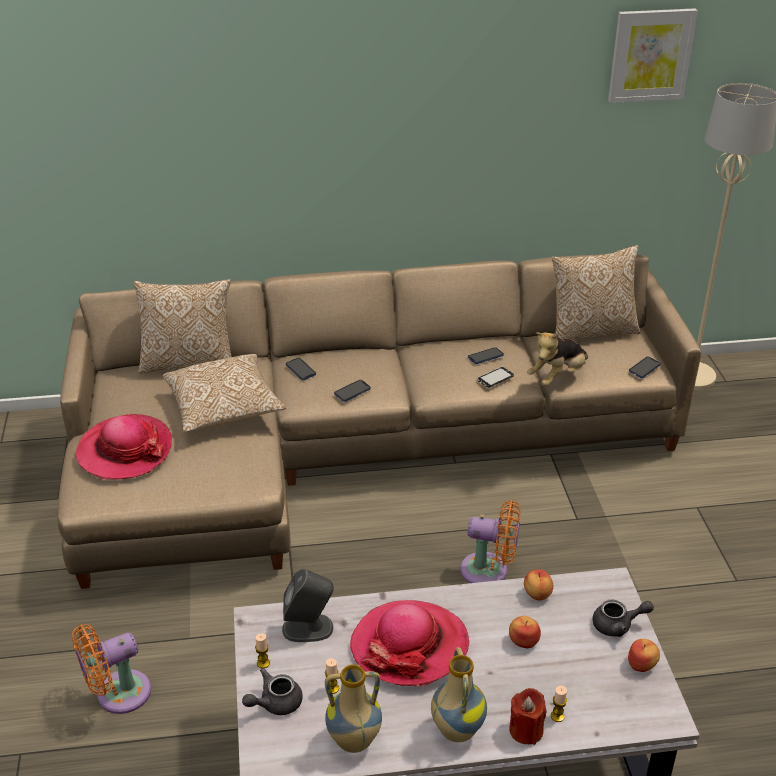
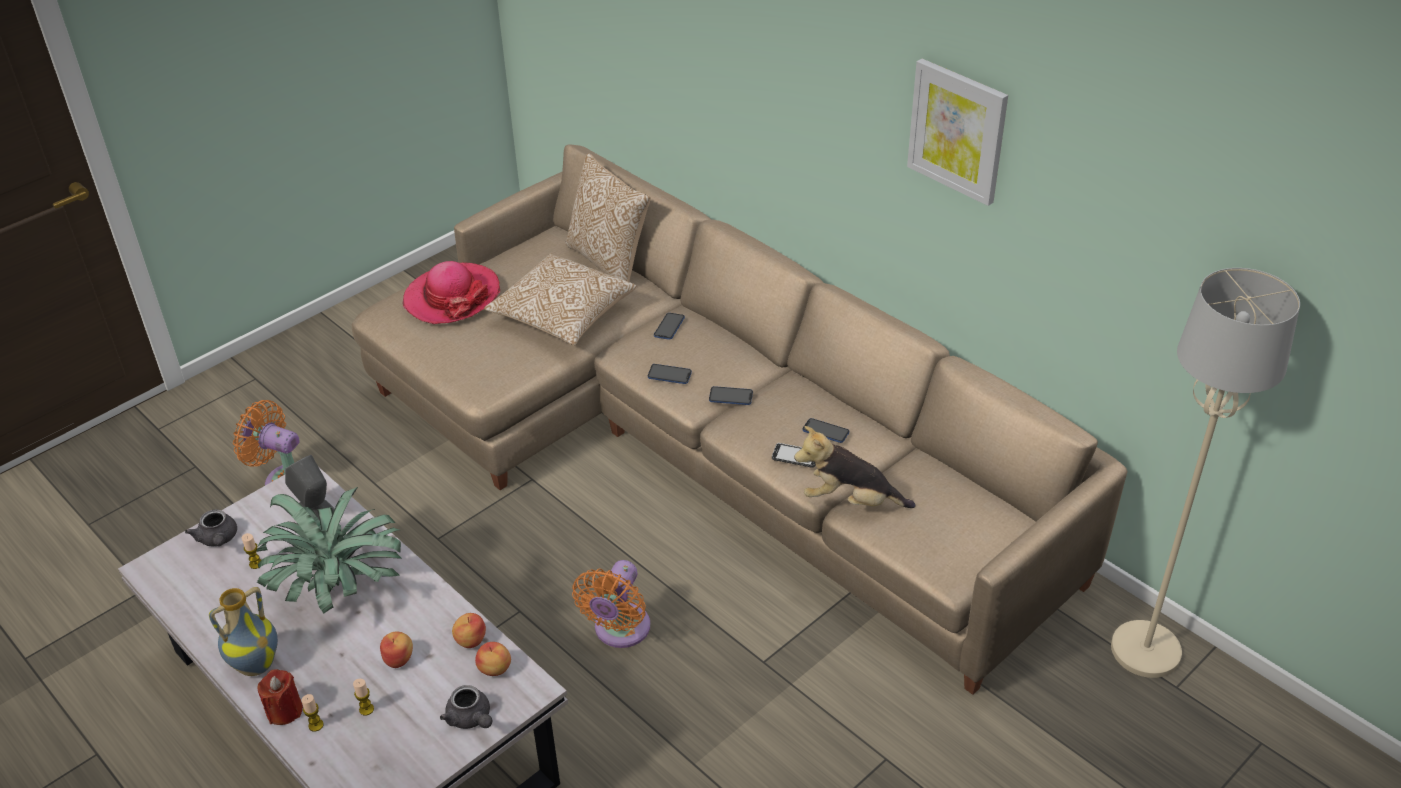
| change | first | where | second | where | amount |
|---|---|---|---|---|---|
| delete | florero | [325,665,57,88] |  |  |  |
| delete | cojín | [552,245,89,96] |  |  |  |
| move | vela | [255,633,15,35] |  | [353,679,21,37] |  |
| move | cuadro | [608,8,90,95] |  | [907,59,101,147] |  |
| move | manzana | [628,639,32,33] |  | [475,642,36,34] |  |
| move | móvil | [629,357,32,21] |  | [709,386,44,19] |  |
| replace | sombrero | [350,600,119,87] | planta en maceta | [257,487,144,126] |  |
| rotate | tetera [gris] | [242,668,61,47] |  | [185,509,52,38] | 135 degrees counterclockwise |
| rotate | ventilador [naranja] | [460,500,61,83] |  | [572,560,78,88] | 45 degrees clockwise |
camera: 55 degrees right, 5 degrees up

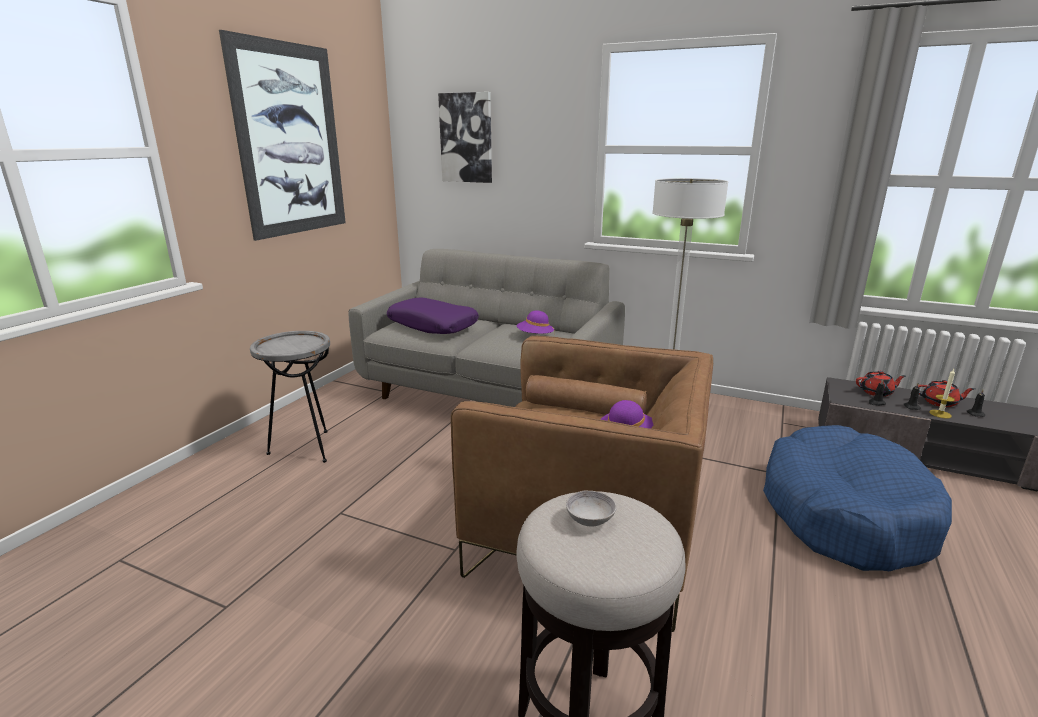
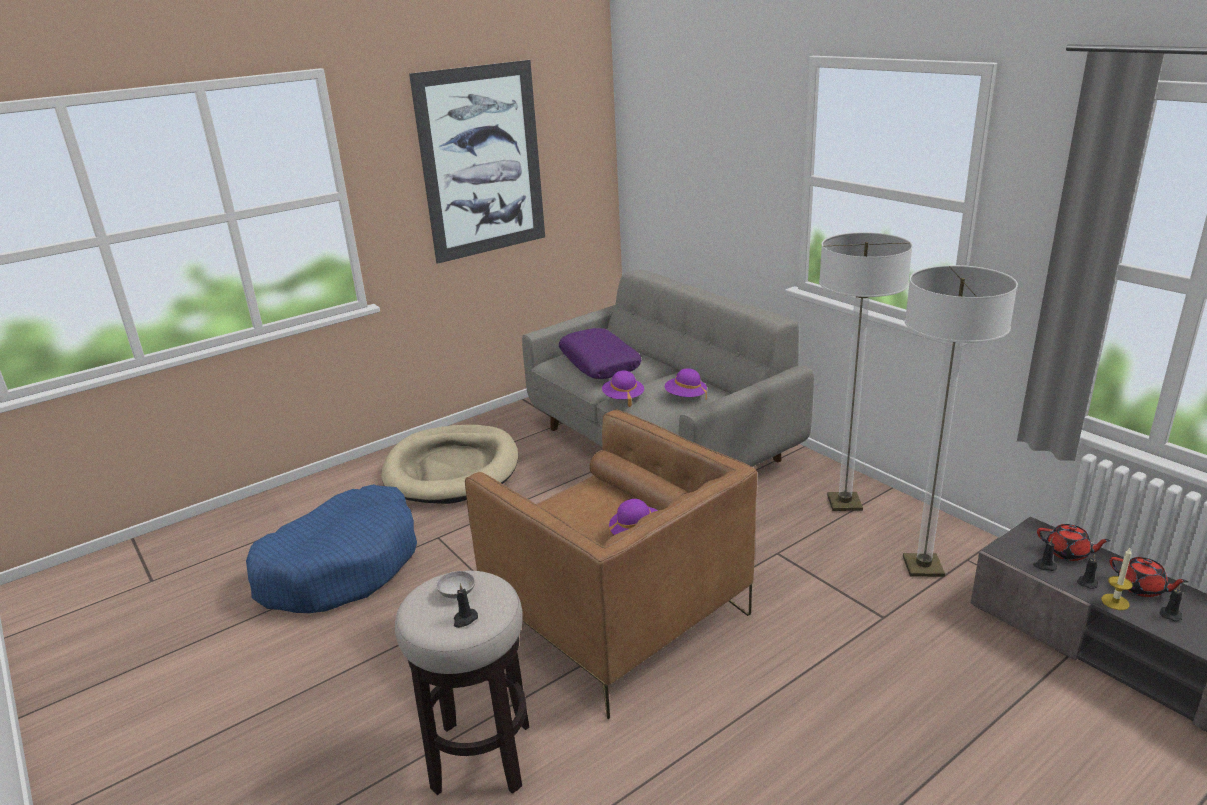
| change | first | where | second | where | amount |
|---|---|---|---|---|---|
| delete | cuadro | [438,92,54,91] |  |  |  |
| insert |  |  | vela [negro] | [454,584,24,44] |  |
| insert |  |  | sombrero [morado] | [602,370,42,37] |  |
| insert |  |  | lámpara de pie | [903,265,115,312] |  |
| move | cama para perro [azul] | [763,425,189,146] |  | [246,484,171,129] |  |
| replace | mesa auxiliar [gris] | [250,331,80,132] | cama para perro [beis] | [381,425,137,79] |  |
camera: 30 degrees right, 5 degrees up

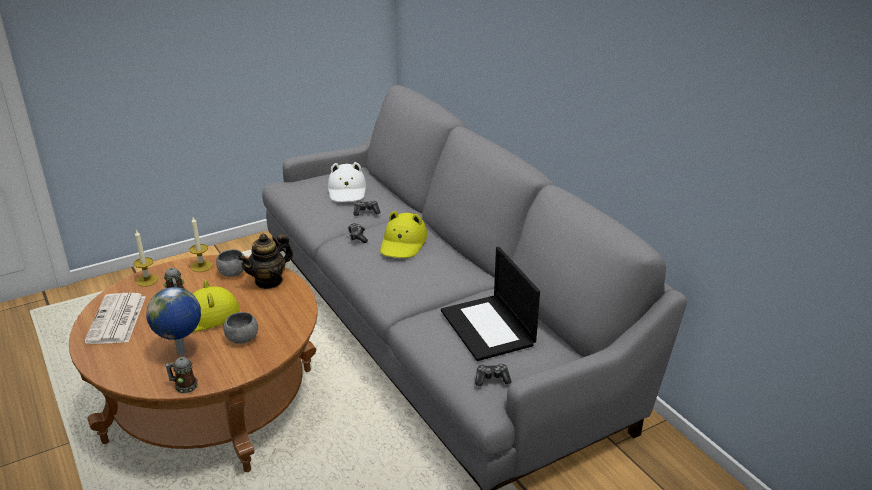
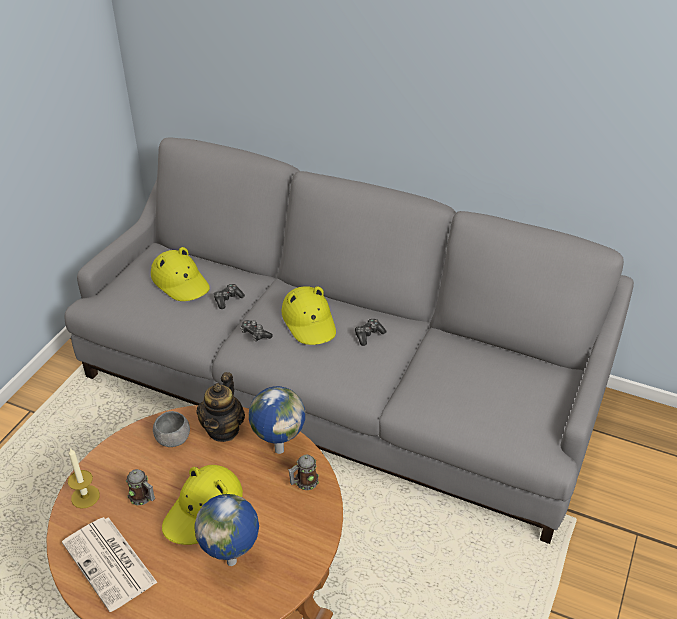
| change | first | where | second | where | amount |
|---|---|---|---|---|---|
| delete | vela | [189,217,23,55] |  |  |  |
| delete | cuenco [gris] | [223,312,35,32] |  |  |  |
| delete | portátil | [441,247,99,114] |  |  |  |
| insert |  |  | globo terráqueo | [249,386,56,68] |  |
| move | taza grande | [165,357,33,36] |  | [288,455,31,35] |  |
| move | mando de consola | [475,363,36,23] |  | [355,319,31,27] |  |
| recolor | sombrero [blanco] | [328,162,38,40] | sombrero [amarillo] | [151,247,59,54] |  |
camera: 35 degrees left, 10 degrees up

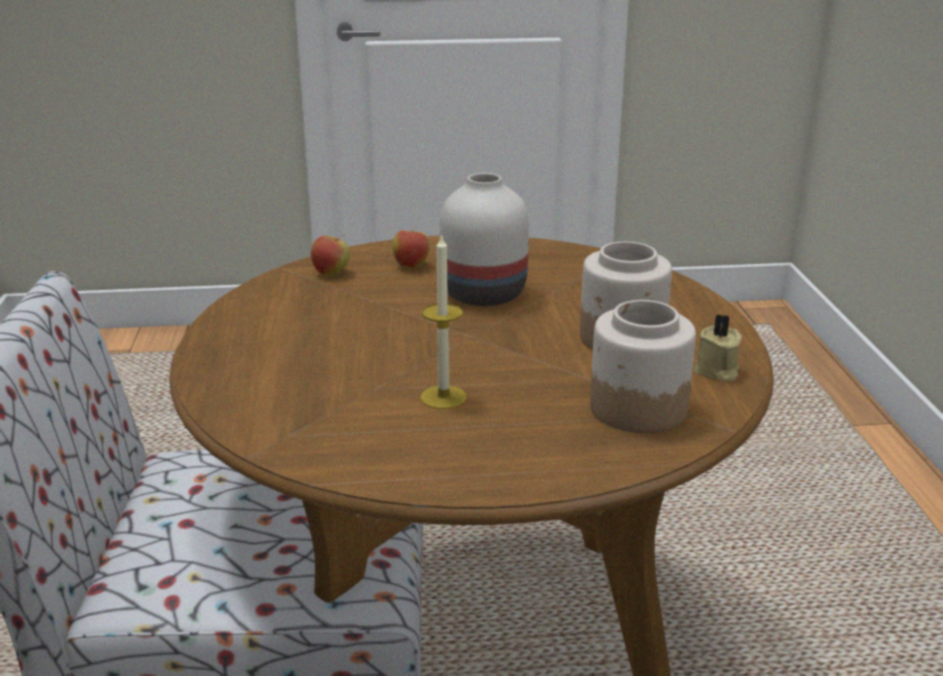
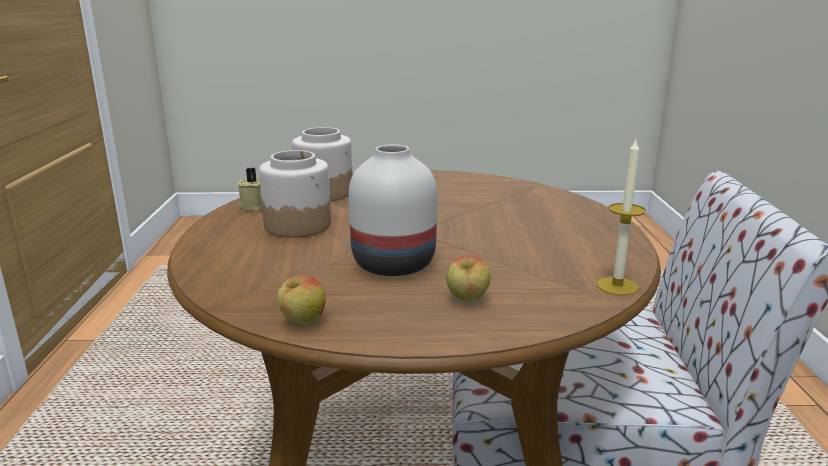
| change | first | where | second | where | amount |
|---|---|---|---|---|---|
| move | manzana | [311,234,39,42] |  | [277,275,49,49] |  |
| move | vela | [421,233,46,176] |  | [596,140,50,155] |  |
camera: 175 degrees left, 5 degrees down

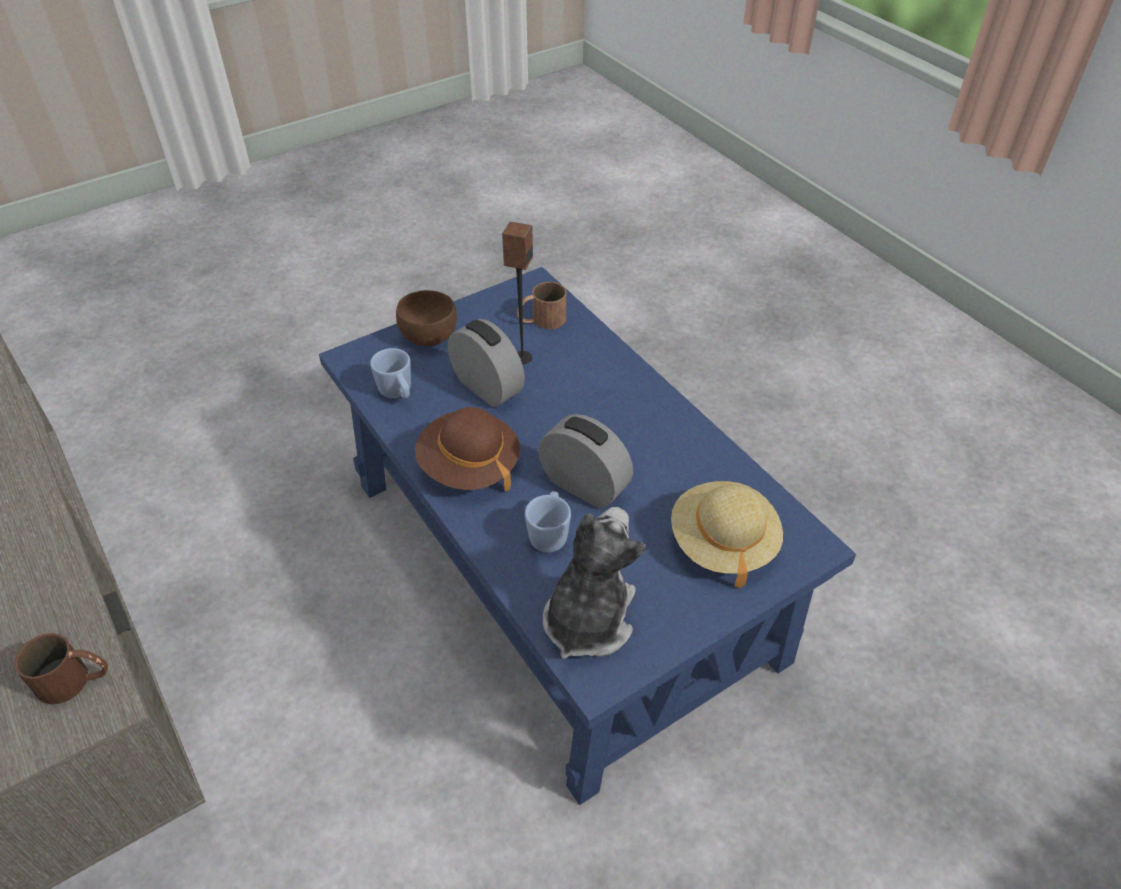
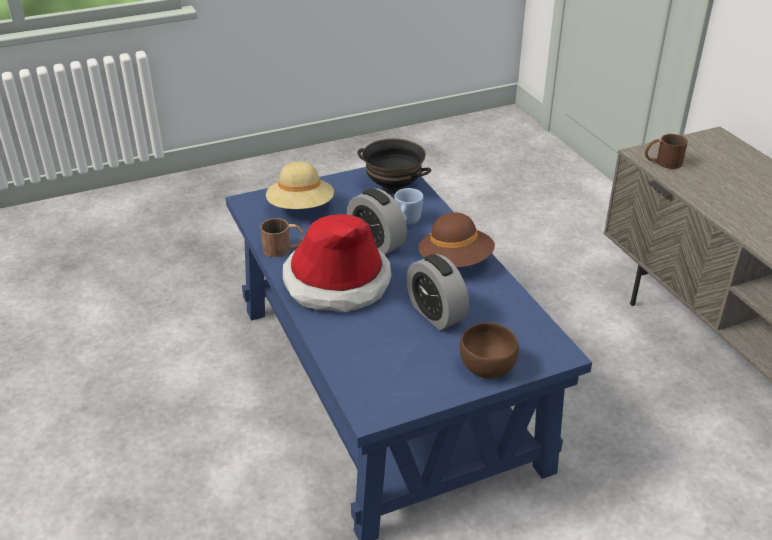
| change | first | where | second | where | amount |
|---|---|---|---|---|---|
| delete | taza grande [azul] | [370,348,41,51] |  |  |  |
| delete | altavoz | [502,222,31,142] |  |  |  |
| insert |  |  | sombrero | [283,214,109,98] |  |
| move | taza grande [marrón] | [517,282,49,47] |  | [260,218,45,39] |  |
| replace | peluche | [543,507,103,152] | cuenco [negro] | [357,139,74,55] |  |
camera: 170 degrees left, 10 degrees down

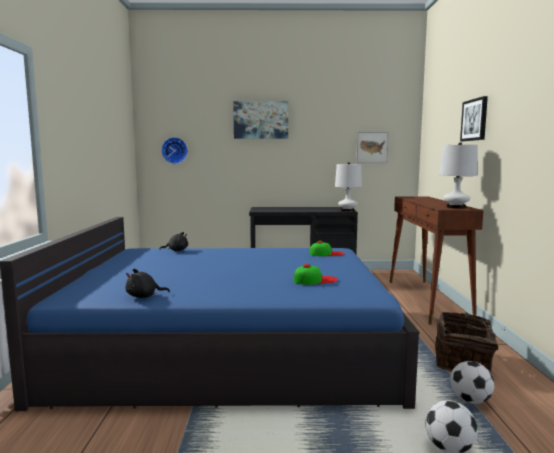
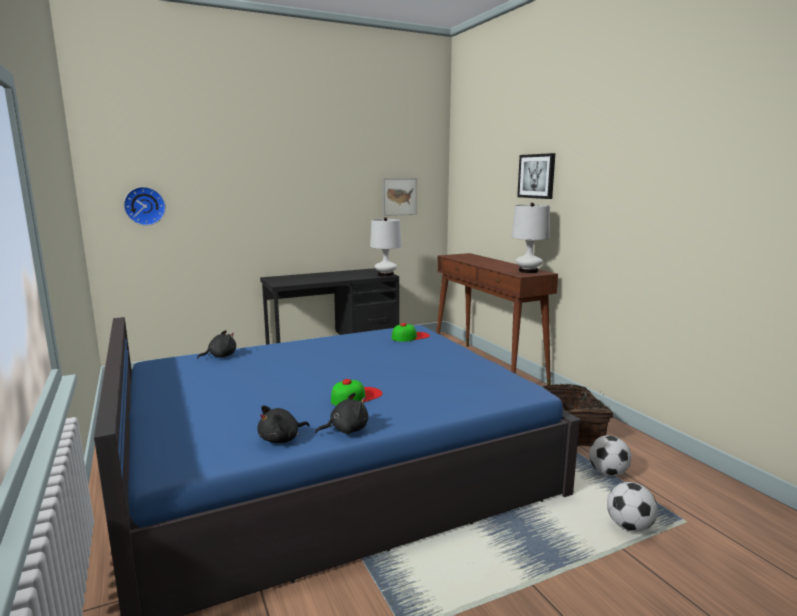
| change | first | where | second | where | amount |
|---|---|---|---|---|---|
| delete | cuadro | [233,101,55,38] |  |  |  |
| insert |  |  | peluche [negro] | [315,393,53,41] |  |
| move | gorra | [293,264,45,21] |  | [331,379,52,27] |  |
camera: 25 degrees left, 5 degrees up

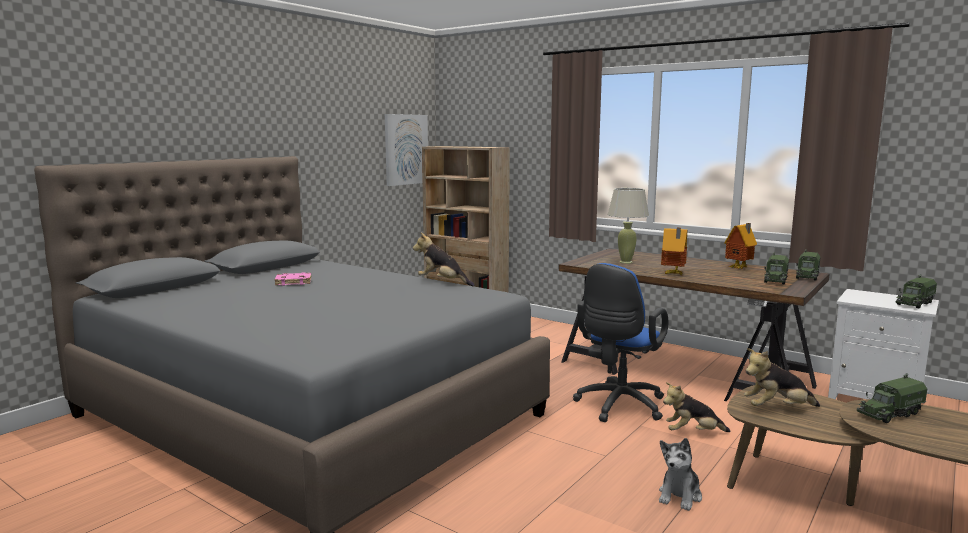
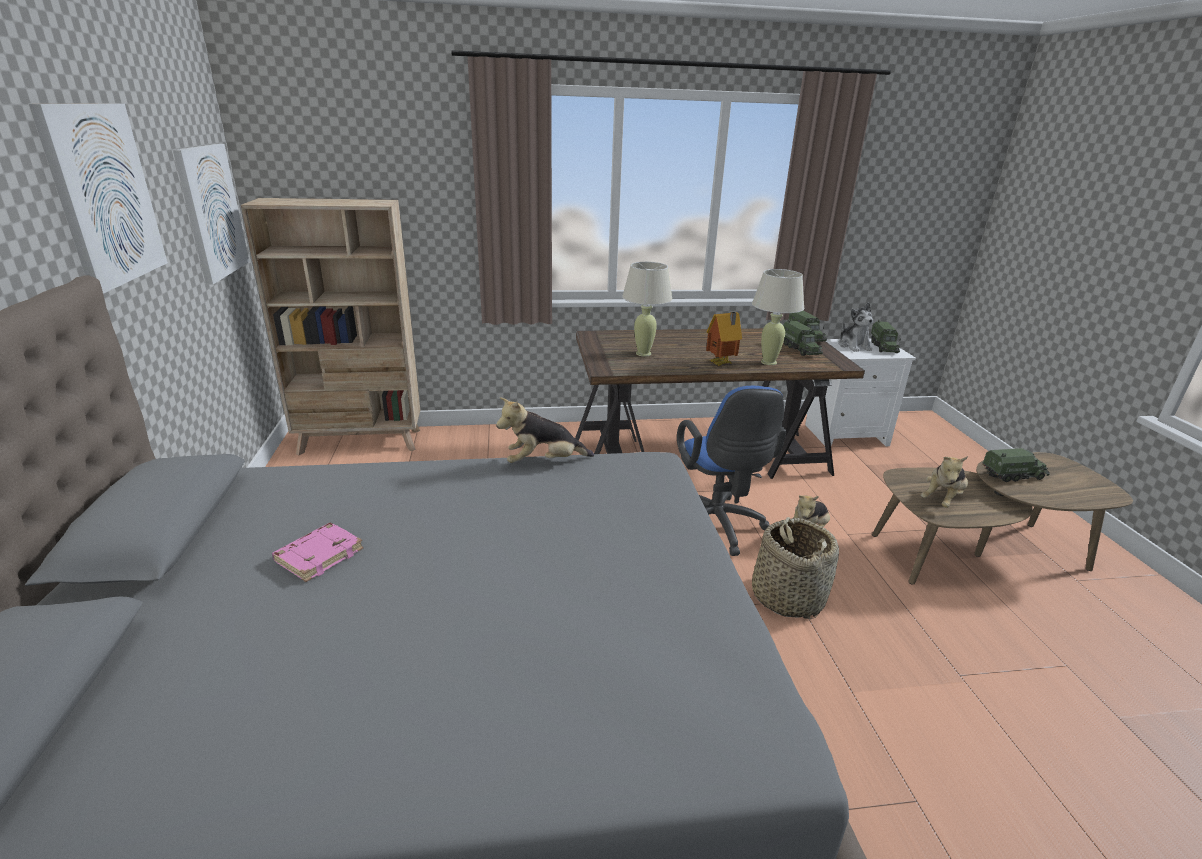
| change | first | where | second | where | amount |
|---|---|---|---|---|---|
| delete | casita | [724,223,33,46] |  |  |  |
| insert |  |  | cuadro | [28,103,140,191] |  |
| insert |  |  | lámpara de mesa [beis] | [752,269,52,96] |  |
| insert |  |  | cesta | [752,517,87,102] |  |
| move | peluche | [659,438,43,73] |  | [838,302,36,50] |  |
| rotate | camión de juguete | [857,373,70,50] |  | [982,448,68,34] | 120 degrees counterclockwise |
camera: 45 degrees left, 15 degrees up

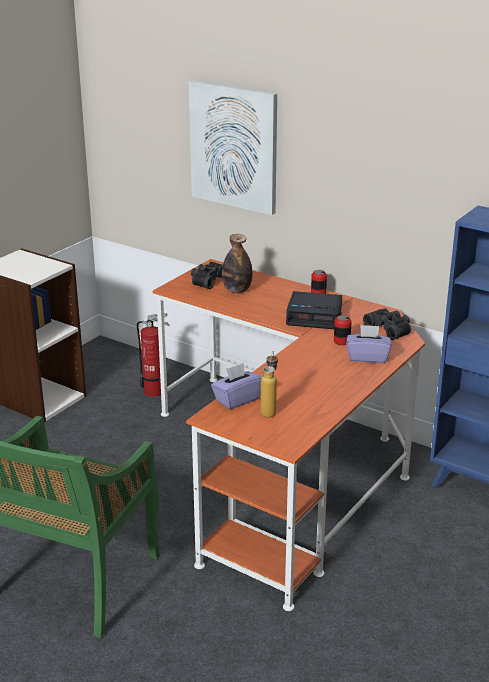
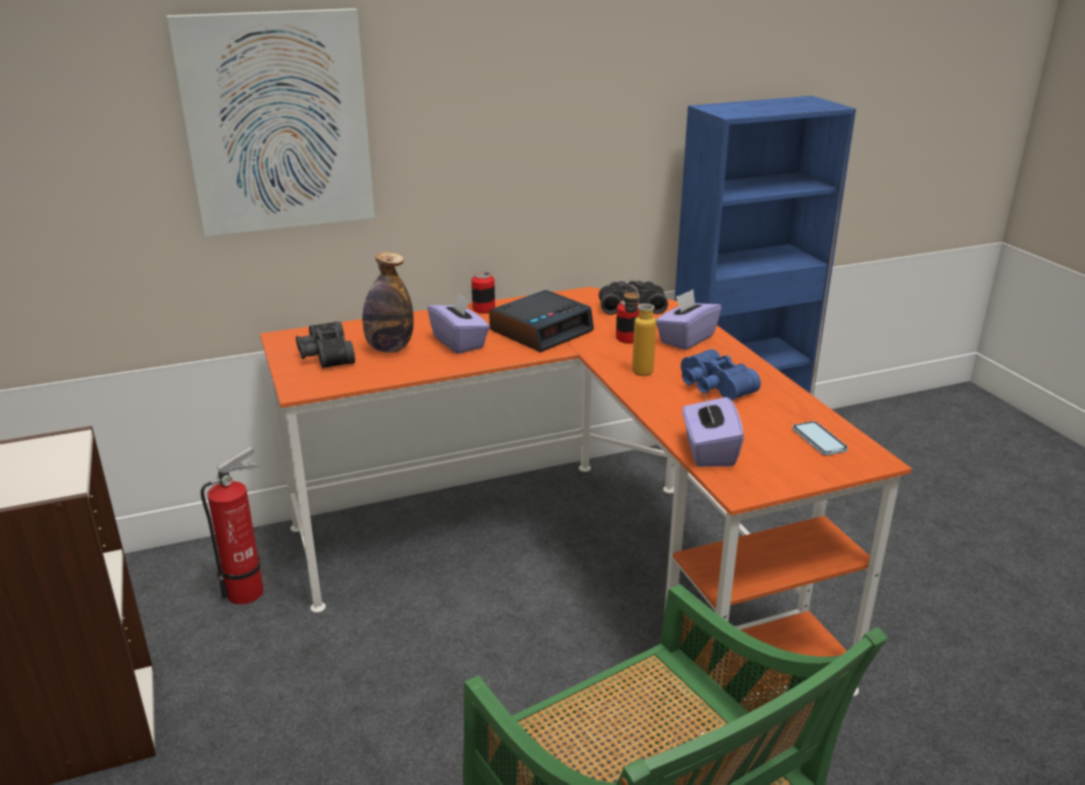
| change | first | where | second | where | amount |
|---|---|---|---|---|---|
| insert |  |  | caja de pañuelos [morado] | [428,292,62,62] |  |
| insert |  |  | prismáticos [azul] | [681,349,80,52] |  |
| insert |  |  | móvil | [792,421,56,35] |  |
| move | botella | [261,352,17,66] |  | [624,285,32,91] |  |
camera: 55 degrees left, 0 degrees up

